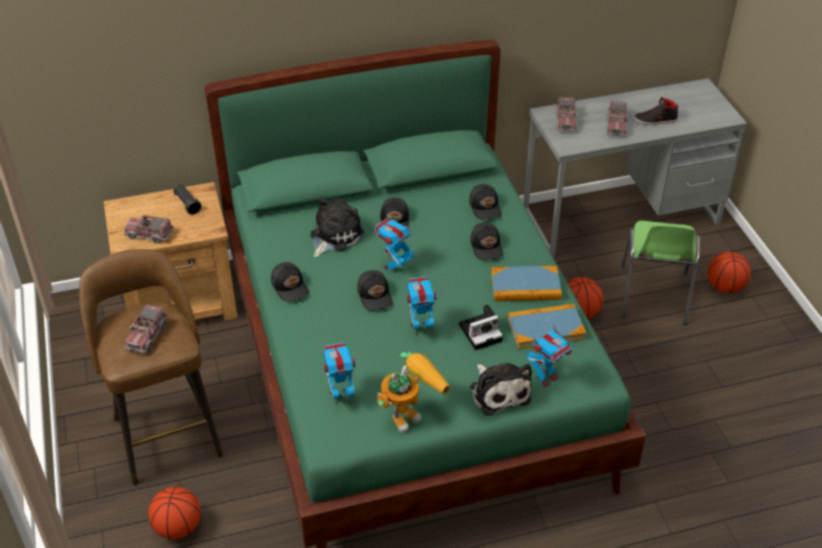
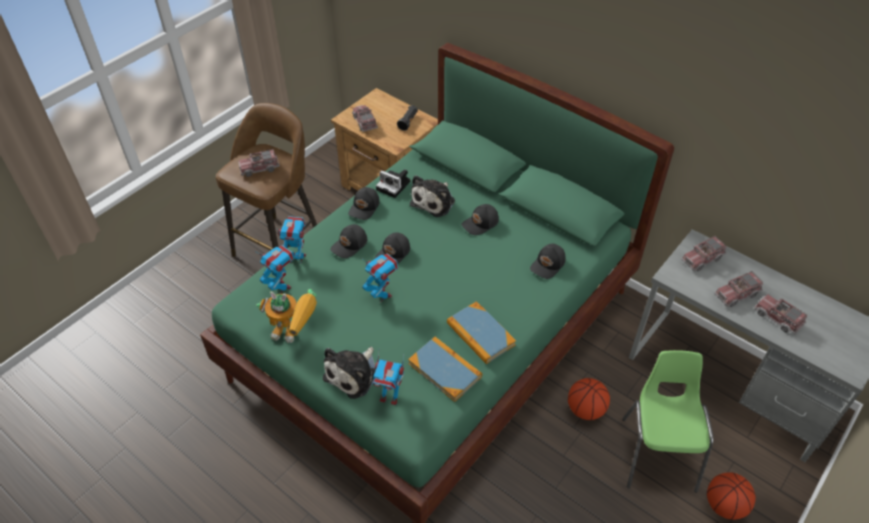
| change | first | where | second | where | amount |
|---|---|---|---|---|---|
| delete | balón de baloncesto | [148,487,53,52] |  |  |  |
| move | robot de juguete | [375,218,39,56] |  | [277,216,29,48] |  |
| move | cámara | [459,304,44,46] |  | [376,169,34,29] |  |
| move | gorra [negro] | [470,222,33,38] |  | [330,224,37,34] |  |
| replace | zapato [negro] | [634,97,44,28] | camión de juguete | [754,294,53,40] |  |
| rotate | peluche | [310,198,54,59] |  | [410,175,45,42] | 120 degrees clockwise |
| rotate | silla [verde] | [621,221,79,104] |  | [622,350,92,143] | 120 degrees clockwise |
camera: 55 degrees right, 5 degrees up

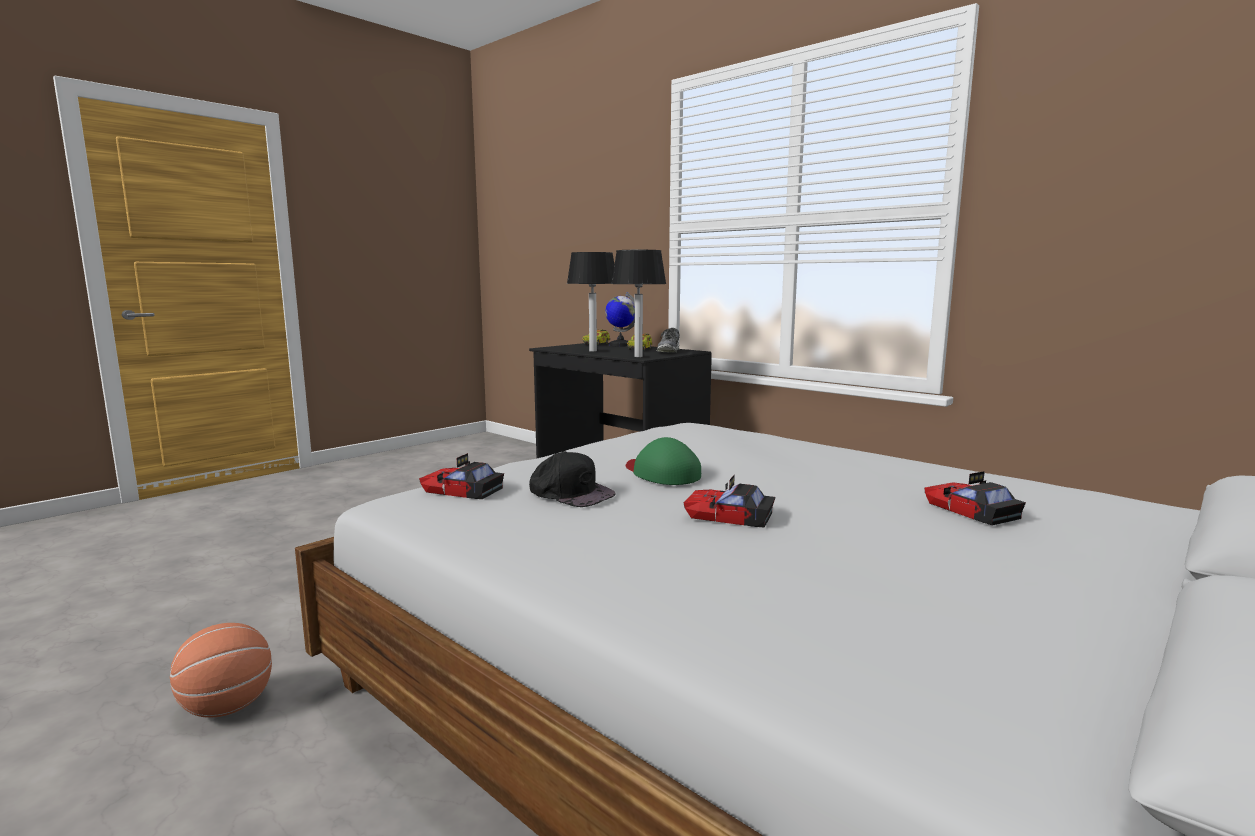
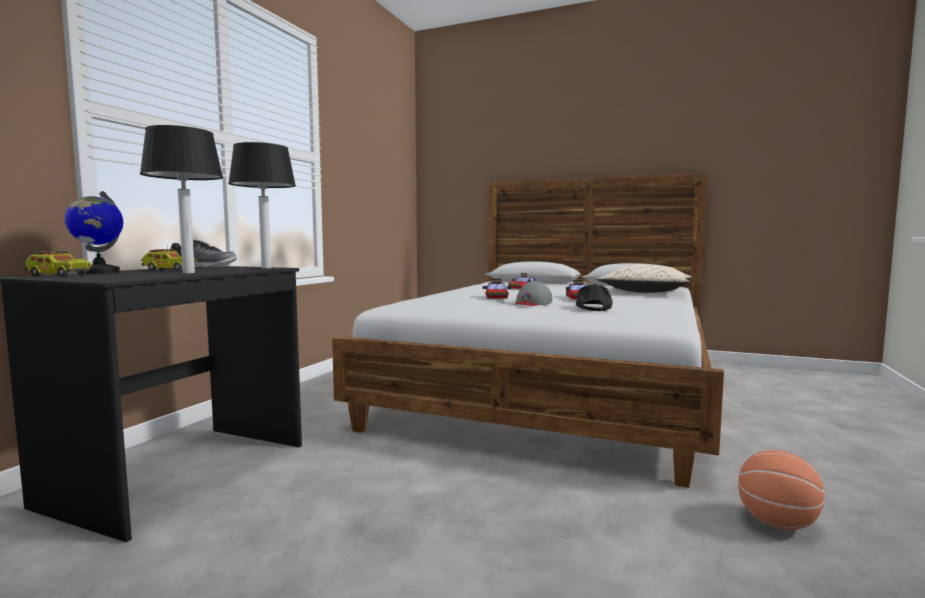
| change | first | where | second | where | amount |
|---|---|---|---|---|---|
| insert |  |  | cojín [beis] | [597,264,95,29] |  |
| move | coche de juguete | [419,453,85,46] |  | [483,279,28,19] |  |
| recolor | gorra [verde] | [626,437,75,48] | gorra [gris] | [514,281,38,25] |  |
camera: 110 degrees left, 5 degrees down

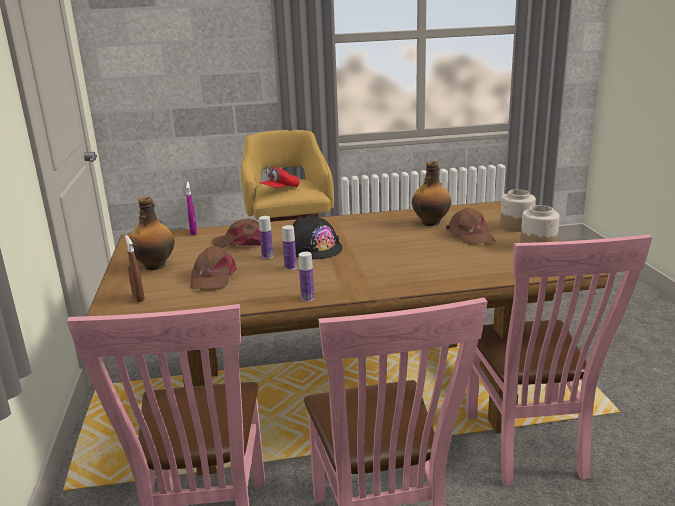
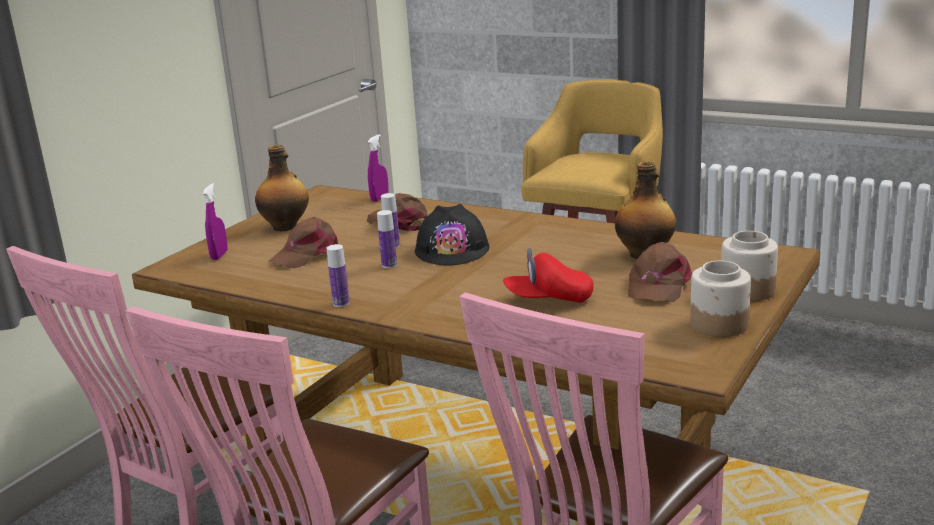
| change | first | where | second | where | amount |
|---|---|---|---|---|---|
| move | gorra [rojo] | [260,166,40,22] |  | [503,248,90,55] |  |
| recolor | pulverizador [marrón] | [125,235,20,67] | pulverizador [morado] | [203,183,25,77] |  |
camera: 40 degrees right, 0 degrees up

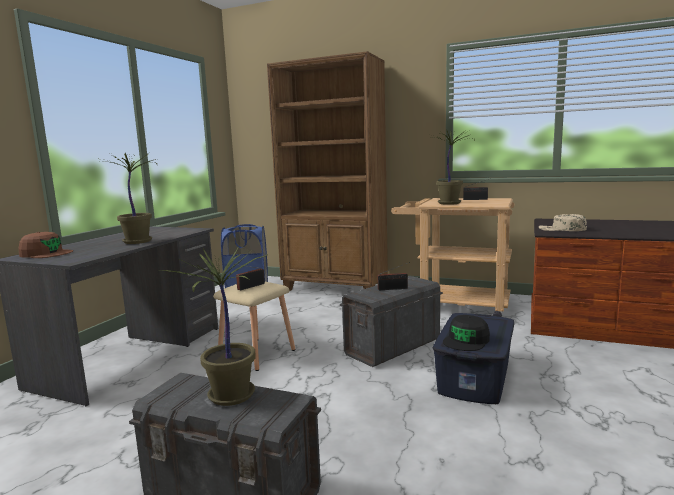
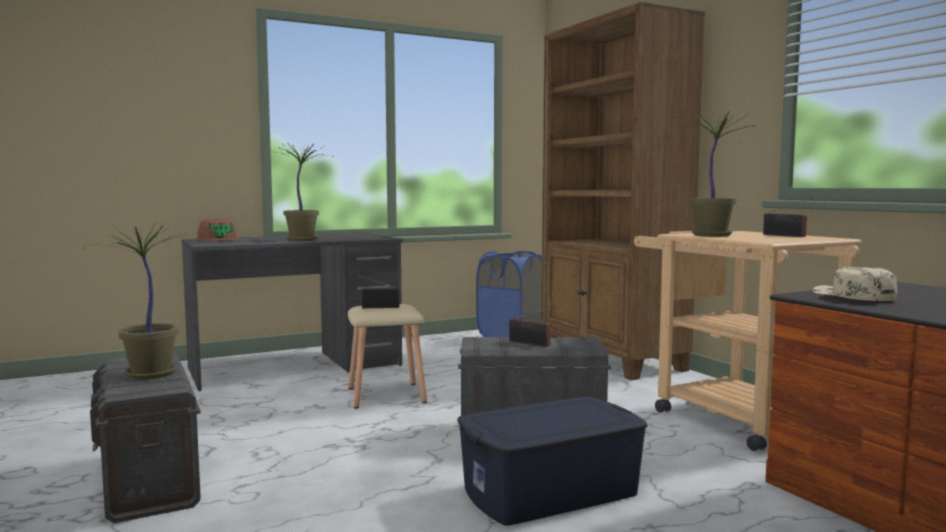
| change | first | where | second | where | amount |
|---|---|---|---|---|---|
| delete | gorra [negro] | [443,315,47,36] |  |  |  |
camera: 40 degrees right, 5 degrees down

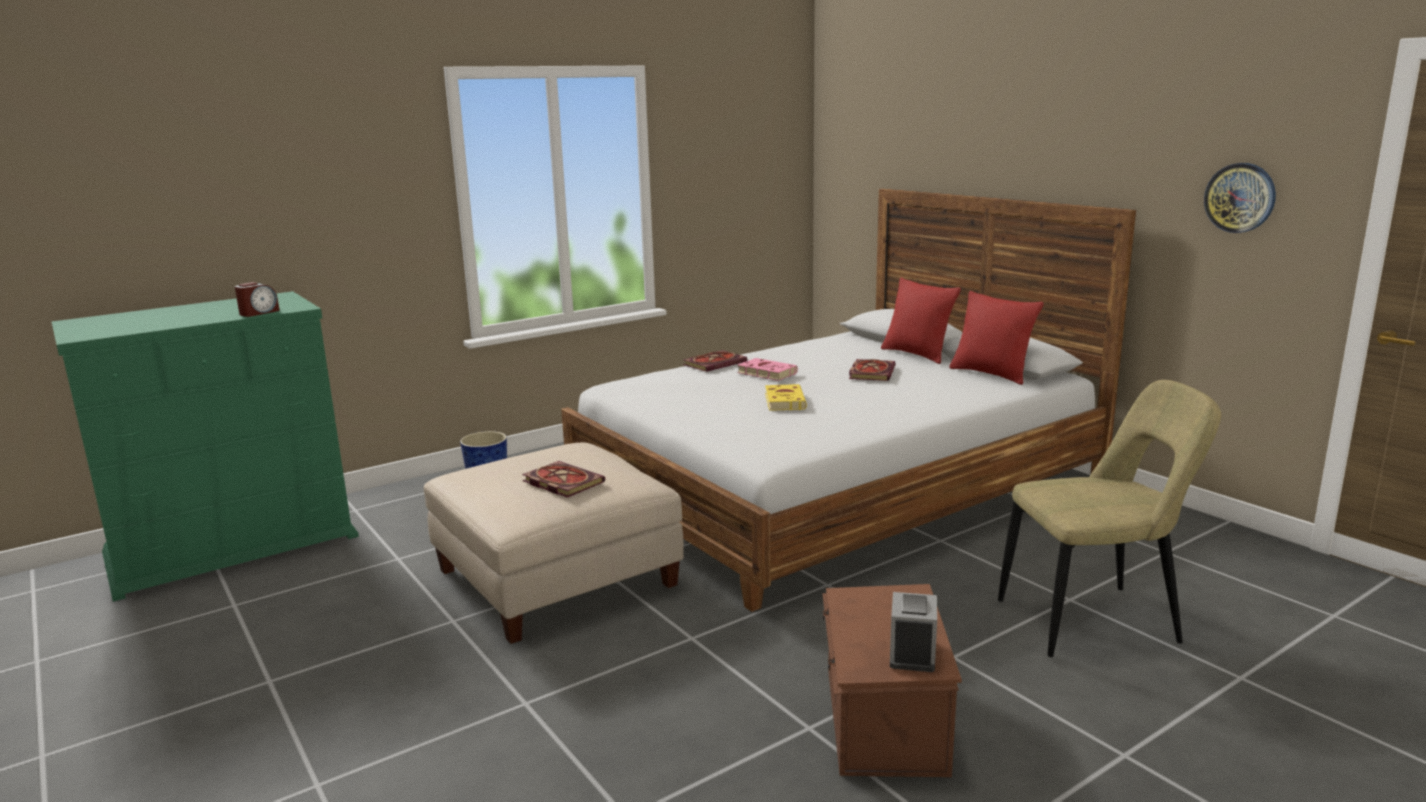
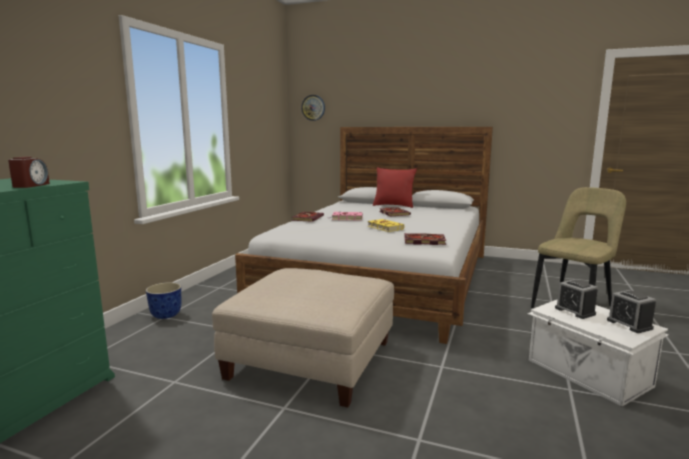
| change | first | where | second | where | amount |
|---|---|---|---|---|---|
| delete | cojín [rojo] | [949,291,95,94] |  |  |  |
| insert |  |  | despertador | [555,279,43,40] |  |
| move | libro | [522,461,83,37] |  | [405,233,41,12] |  |
| move | reloj de pared | [1204,163,72,70] |  | [301,95,24,26] |  |
| recolor | caja de almacenaje [marrón] | [822,584,140,193] | caja de almacenaje [blanco] | [528,299,140,107] |  |
camera: 35 degrees left, 5 degrees down

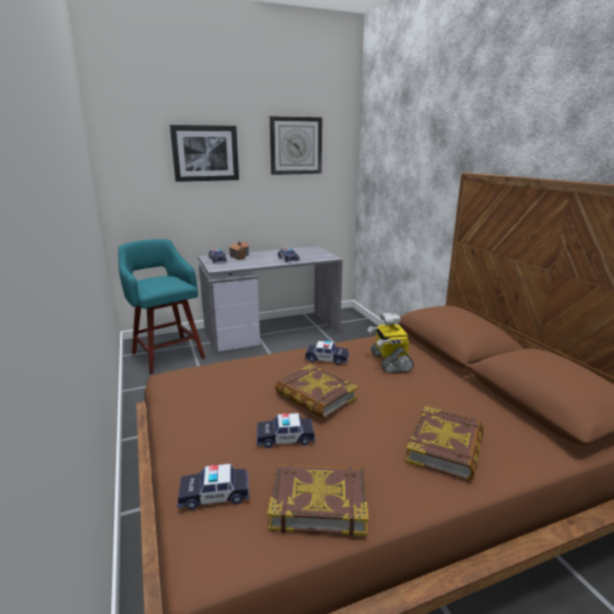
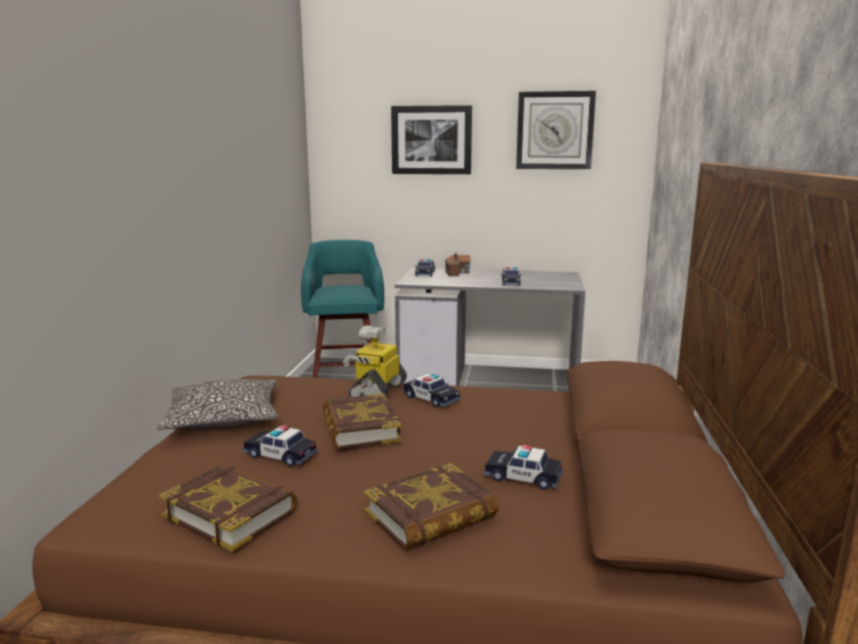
| change | first | where | second | where | amount |
|---|---|---|---|---|---|
| insert |  |  | cojín | [157,379,121,51] |  |
| move | coche de juguete | [177,464,72,46] |  | [484,445,79,45] |  |
| move | robot de juguete | [367,313,47,60] |  | [343,325,64,72] |  |
camera: 30 degrees right, 5 degrees down

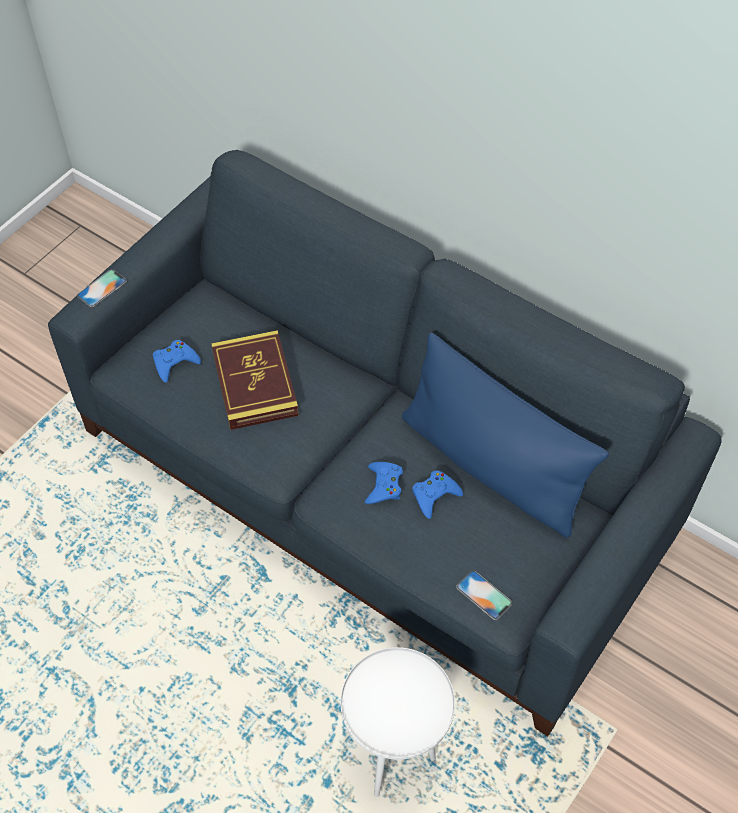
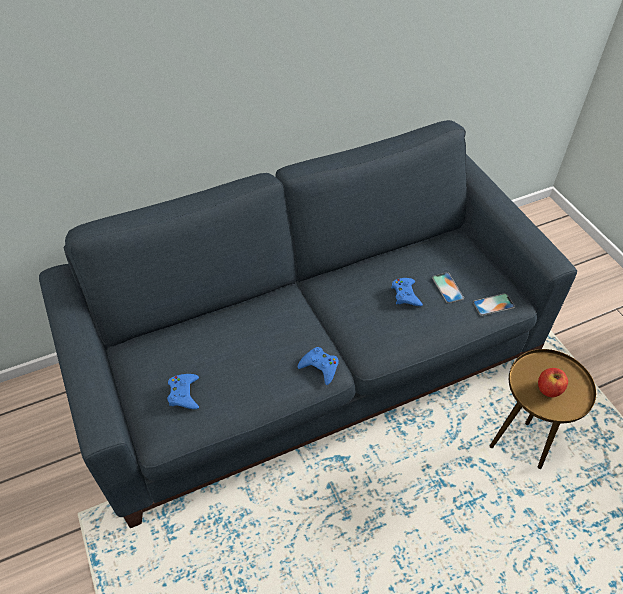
| change | first | where | second | where | amount |
|---|---|---|---|---|---|
| delete | libro | [211,330,88,100] |  |  |  |
| delete | cojín [azul] | [402,333,207,205] |  |  |  |
| insert |  |  | manzana | [538,368,30,29] |  |
| move | móvil | [77,269,50,38] |  | [432,272,32,31] |  |
| move | mando de consola [azul] | [365,462,38,42] |  | [298,347,41,38] |  |
| recolor | mesa auxiliar [blanco] | [340,647,115,150] | mesa auxiliar [marrón] | [490,349,106,120] |  |
camera: 60 degrees left, 5 degrees down

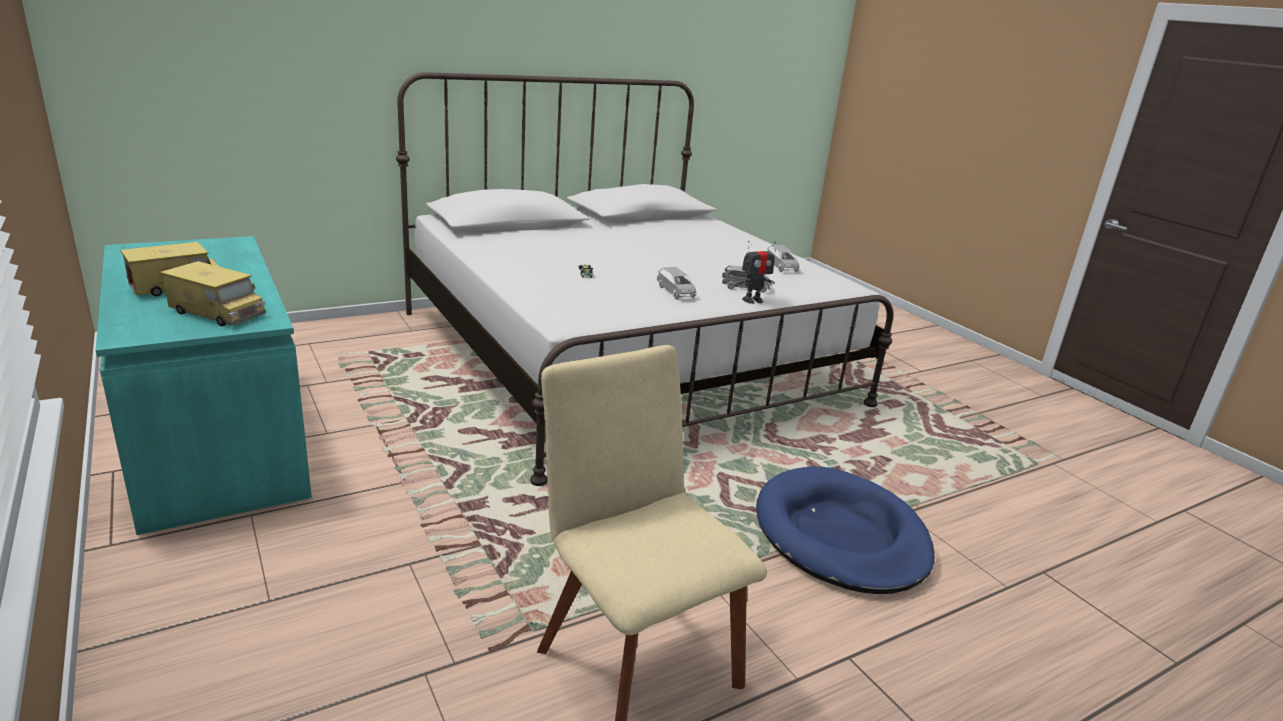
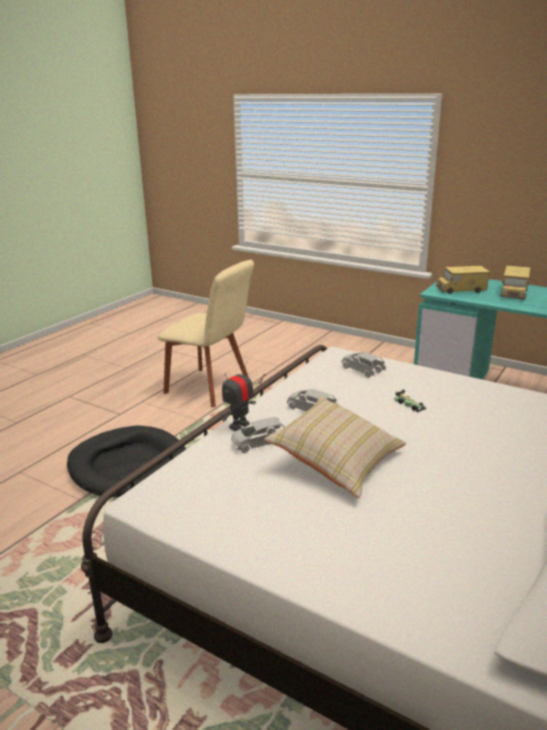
| change | first | where | second | where | amount |
|---|---|---|---|---|---|
| insert |  |  | cojín [beis] | [264,396,142,102] |  |
| move | coche de juguete [gris] | [768,245,31,27] |  | [341,352,45,26] |  |
| recolor | cama para perro [azul] | [756,466,179,128] | cama para perro [negro] | [67,426,119,71] |  |
camera: 155 degrees right, 0 degrees up

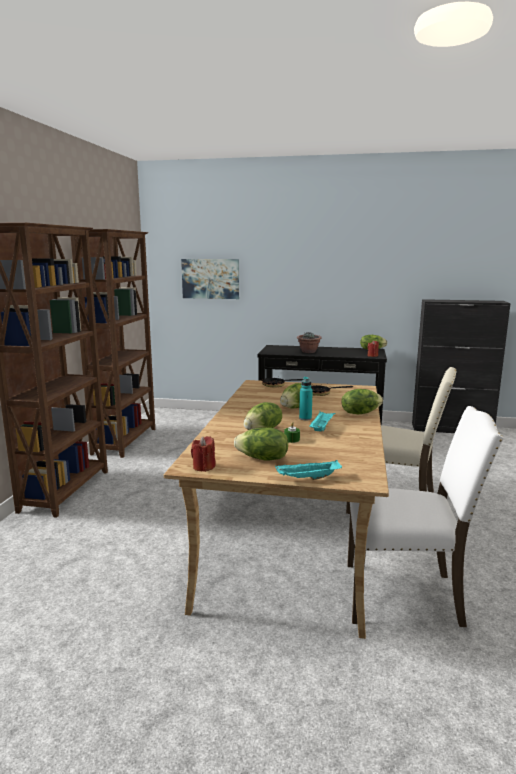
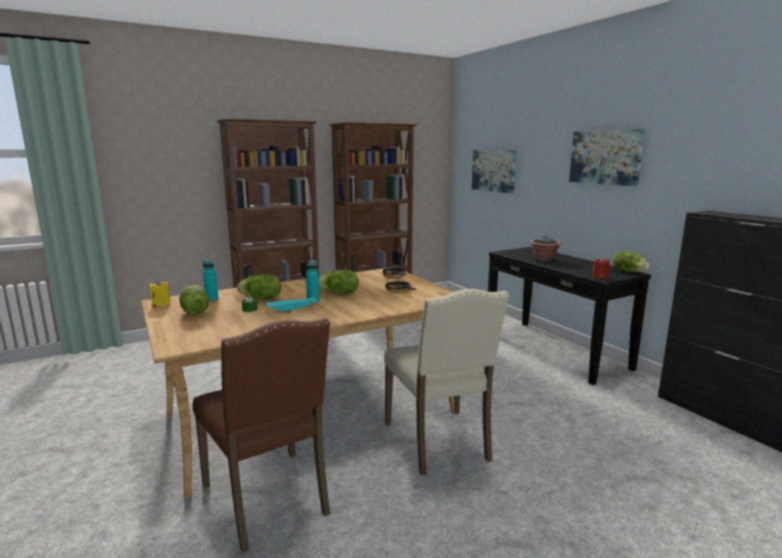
| change | first | where | second | where | amount |
|---|---|---|---|---|---|
| delete | bandeja [turquesa] | [275,460,67,20] |  |  |  |
| delete | lechuga | [341,389,42,26] |  |  |  |
| insert |  |  | botella [turquesa] | [203,259,16,43] |  |
| insert |  |  | cuadro | [569,129,76,57] |  |
| recolor | vela [rojo] | [191,436,25,36] | vela [amarillo] | [150,280,21,27] |  |
| recolor | silla [blanco] | [347,406,157,221] | silla [marrón] | [192,318,138,235] |  |
camera: 50 degrees right, 0 degrees up

